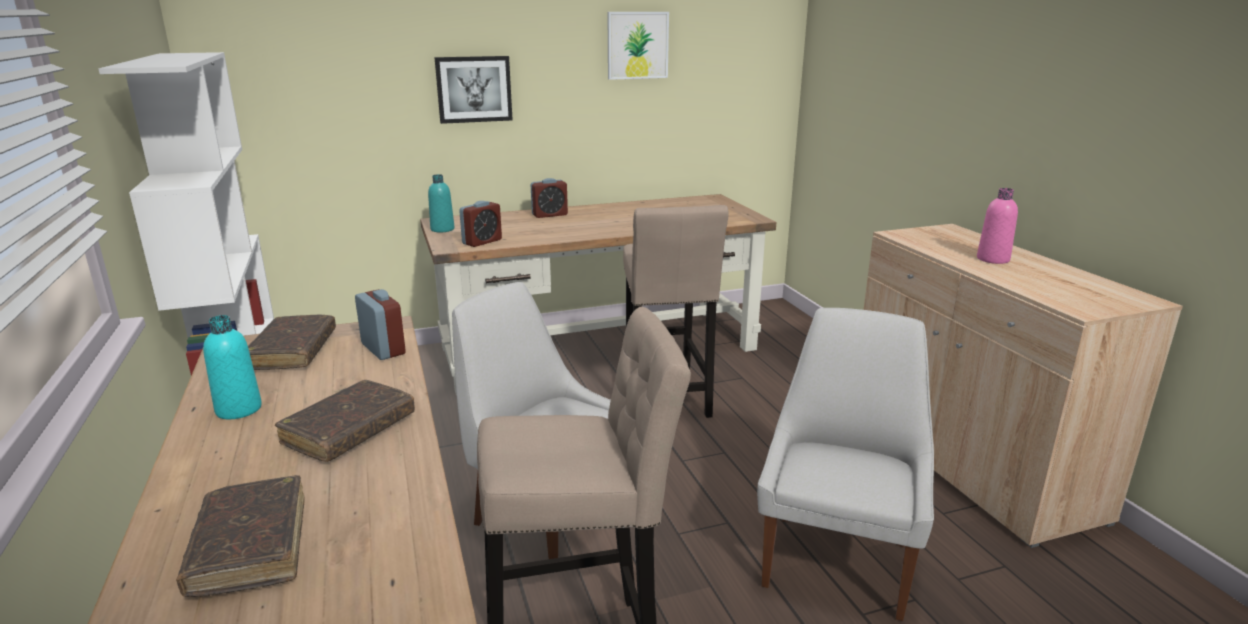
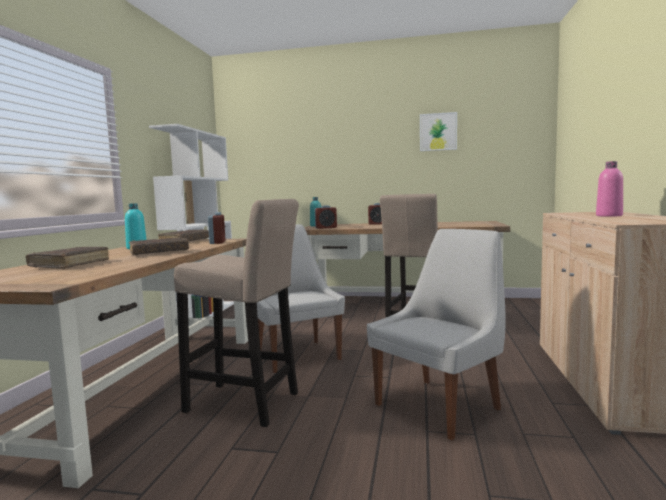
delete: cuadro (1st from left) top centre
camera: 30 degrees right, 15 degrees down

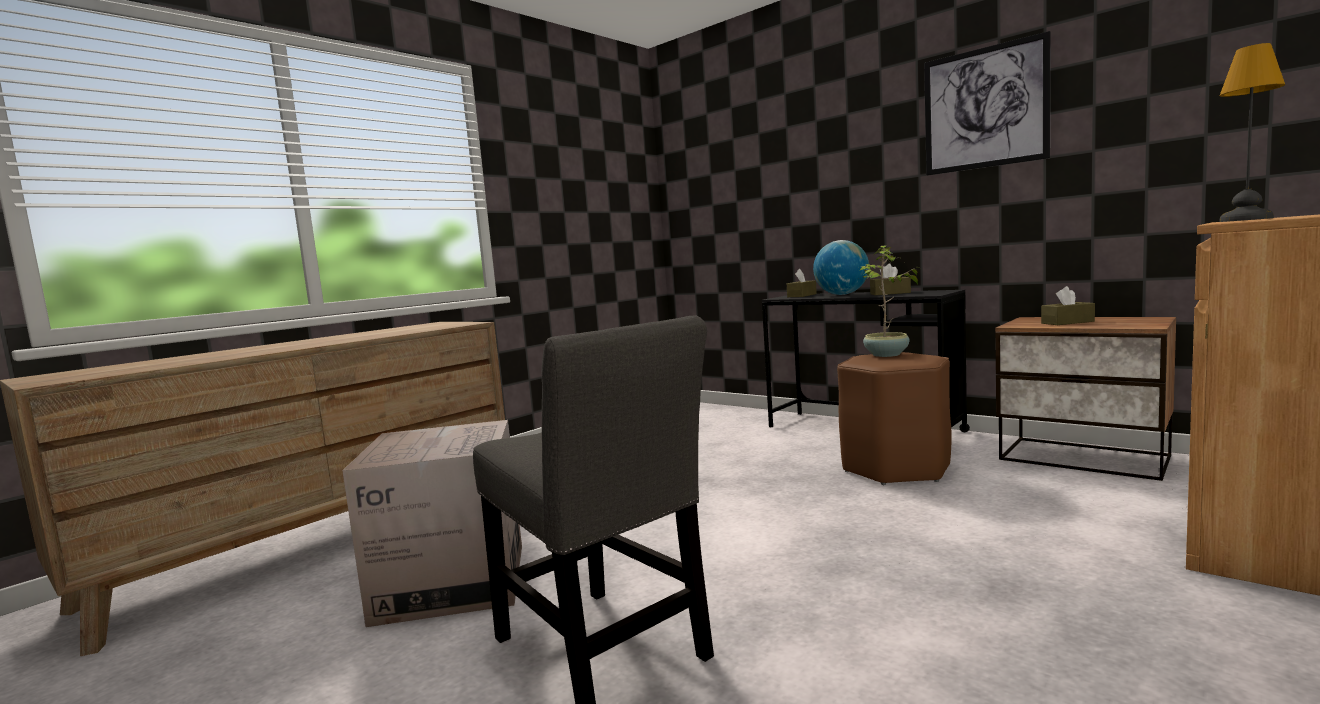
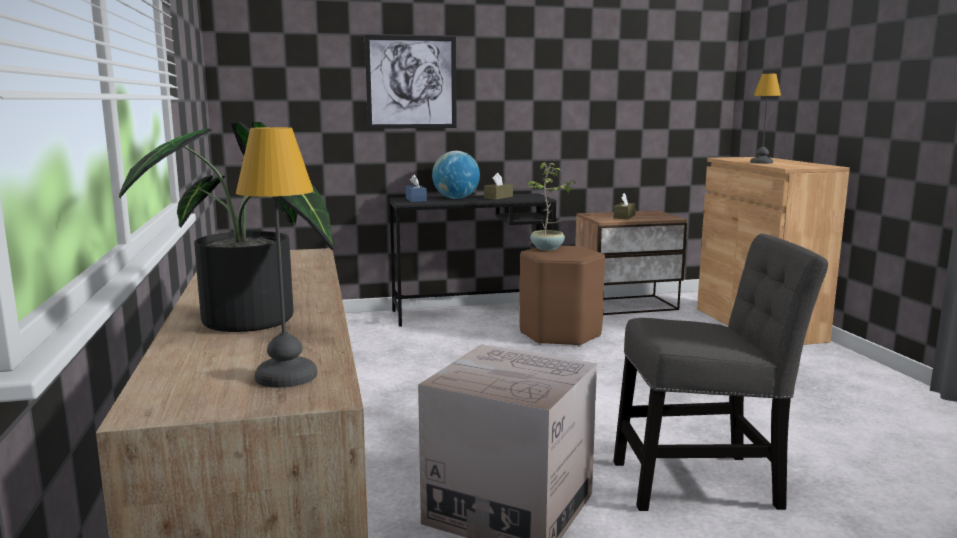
insert: planta en maceta (1st from left) middle left; lámpara de mesa (1st from left) middle left
move: cuadro top right to top centre
recolor: caja de pañuelos [marrón] (1st from left) centre to caja de pañuelos [azul] centre
camera: 55 degrees left, 5 degrees up

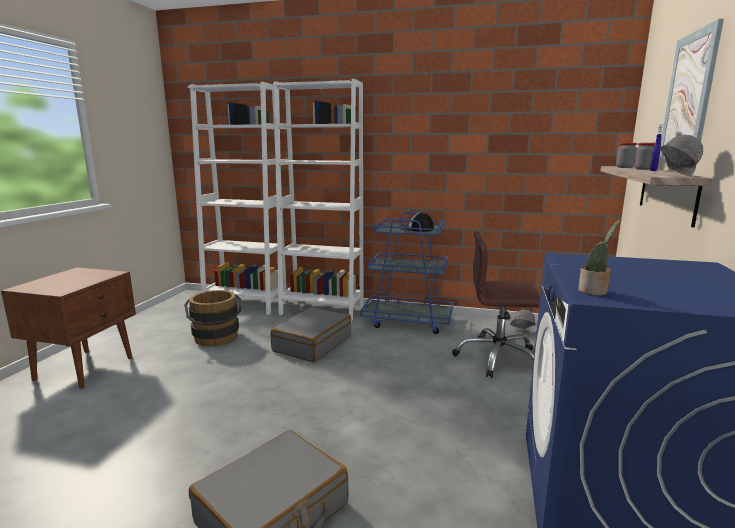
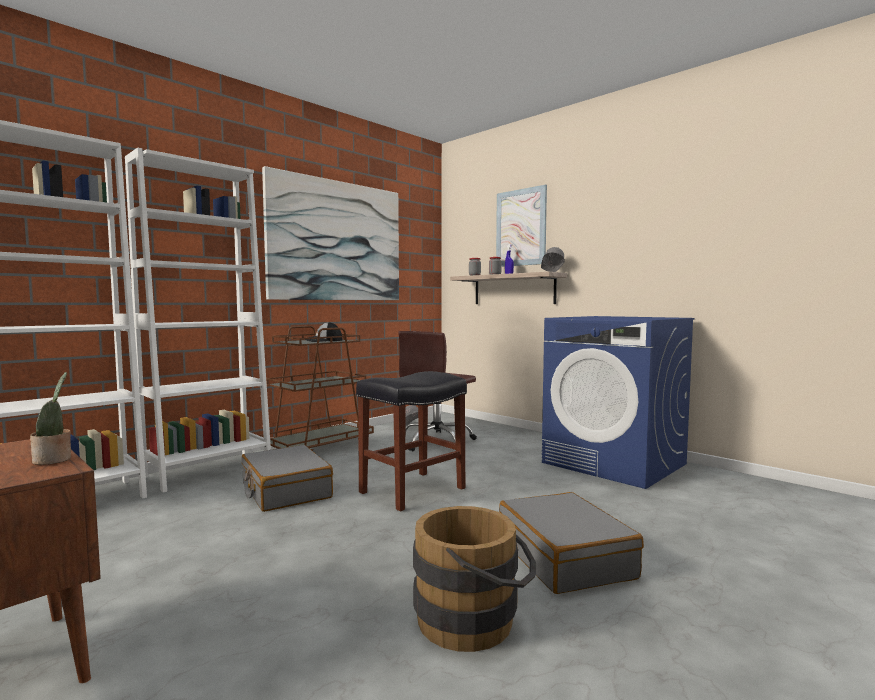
insert: cuadro (1st from left) top centre; taburete [negro] centre
move: planta en maceta middle right to middle left; cubo [marrón] middle left to bottom centre
recolor: carrito [azul] centre to carrito [marrón] centre
camera: 60 degrees left, 10 degrees down

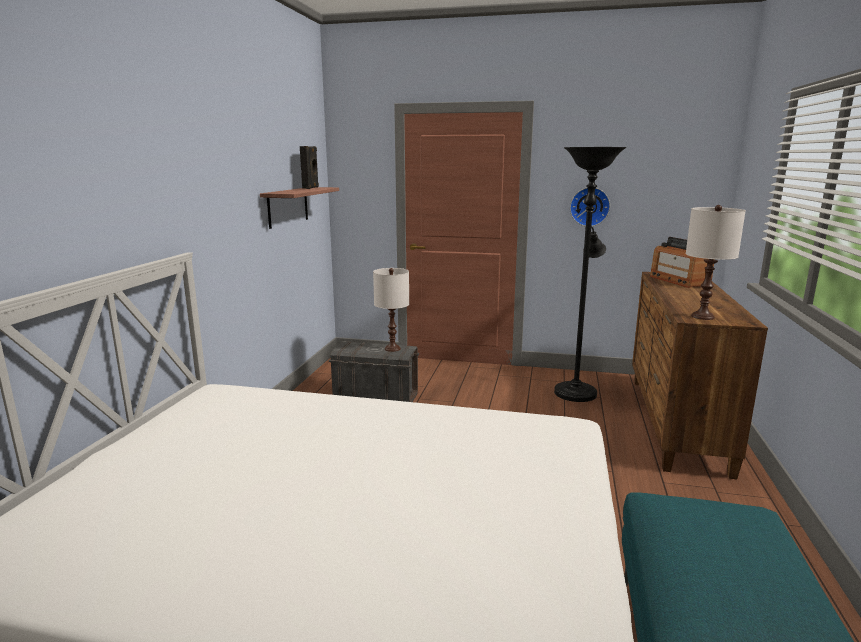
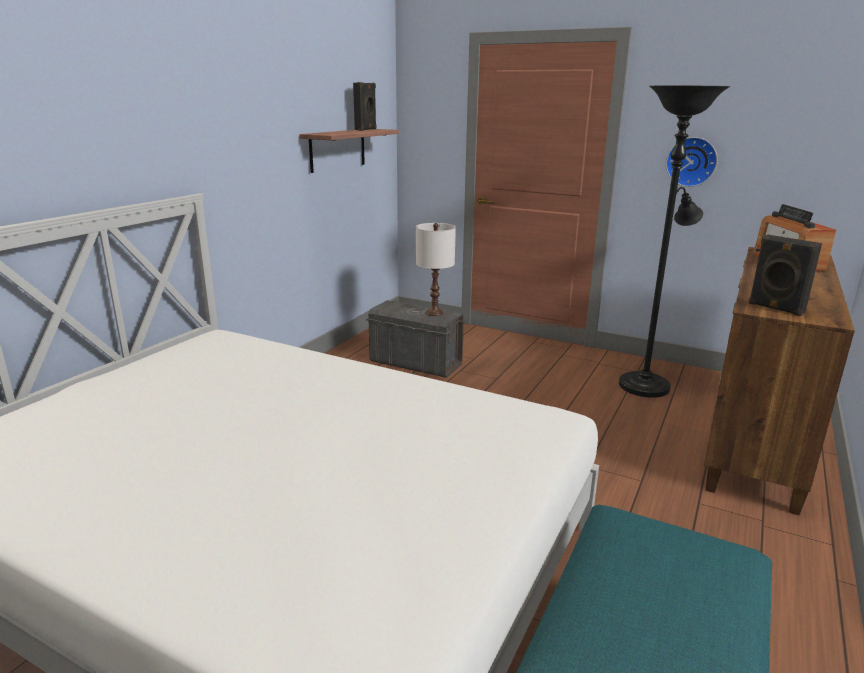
replace: lámpara de mesa [blanco] (2nd from left) middle right to altavoz [negro] (2nd from left) middle right
camera: 15 degrees right, 5 degrees up

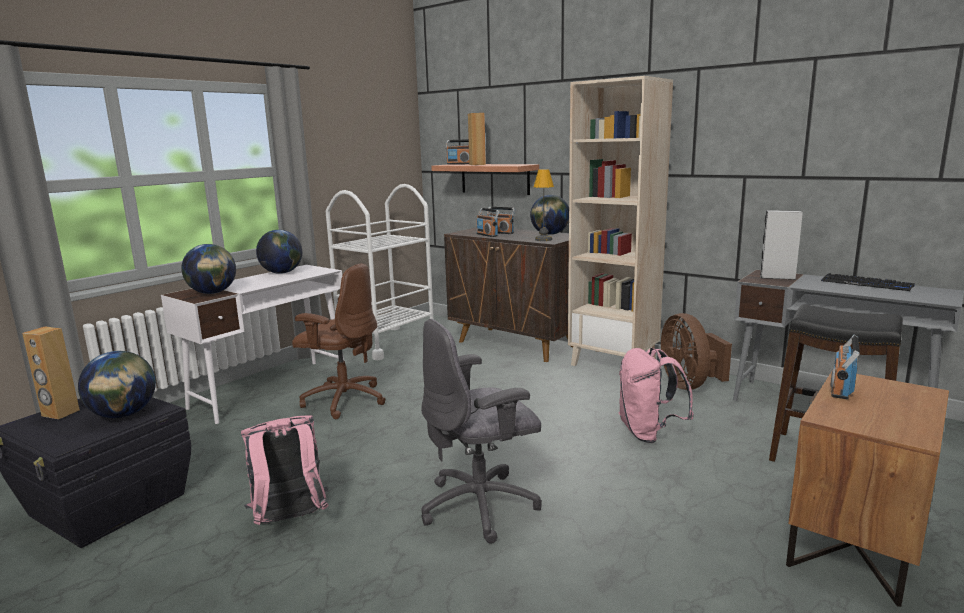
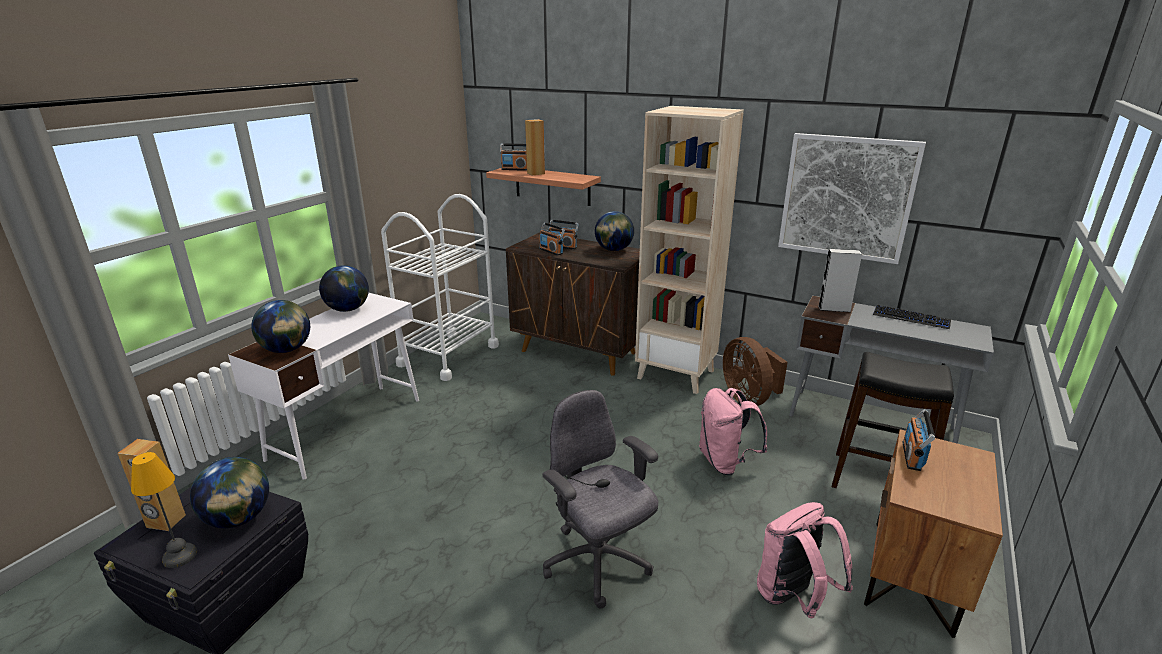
delete: silla de oficina [marrón] centre
insert: cuadro top right
move: lámpara de mesa centre to bottom left; mochila [rosa] (1st from left in the first image) bottom left to mochila [rosa] (2nd from left) bottom right
rotate: silla de oficina [gris] bottom centre = bottom centre 90 degrees clockwise
camera: 10 degrees left, 10 degrees up

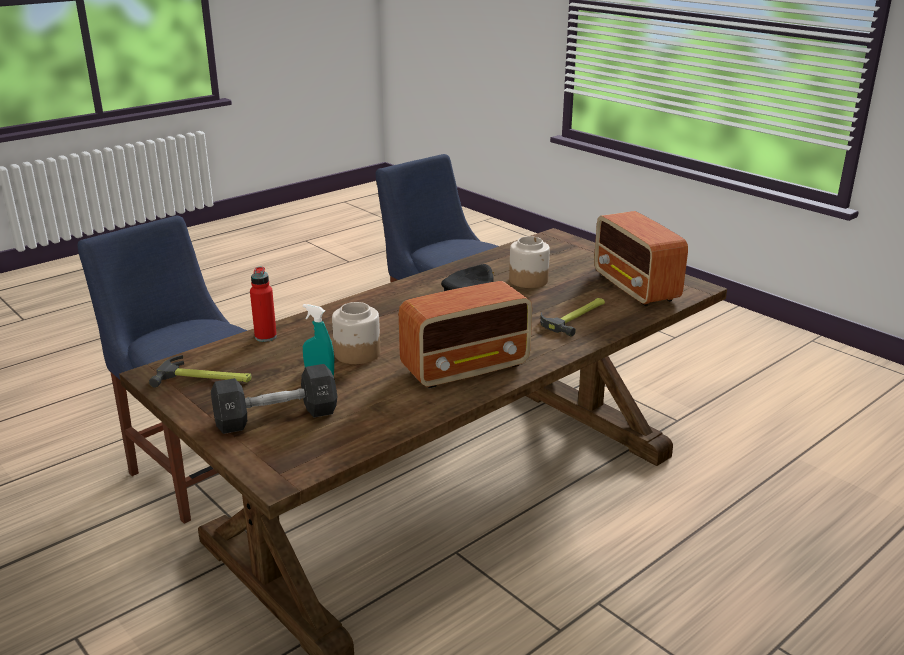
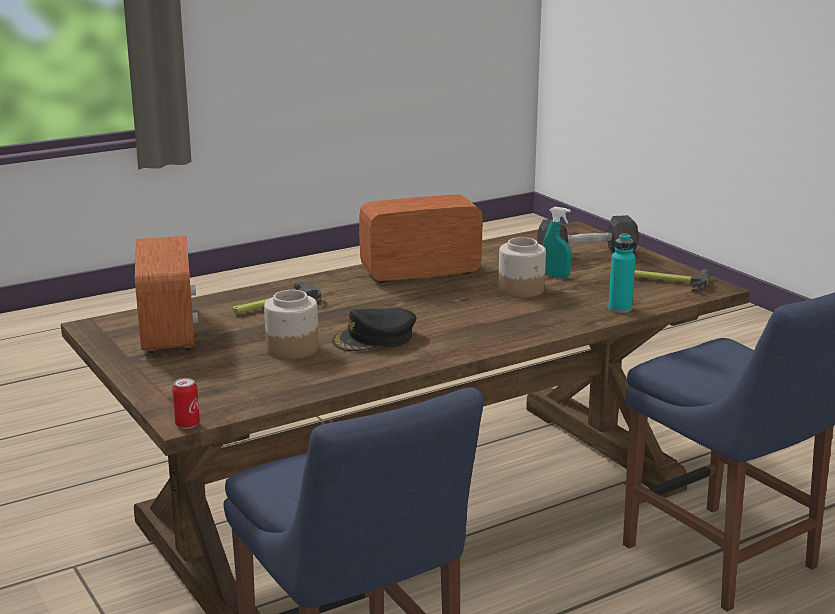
insert: lata middle left
recolor: botella [rojo] middle left to botella [turquesa] middle right
camera: 170 degrees left, 5 degrees down

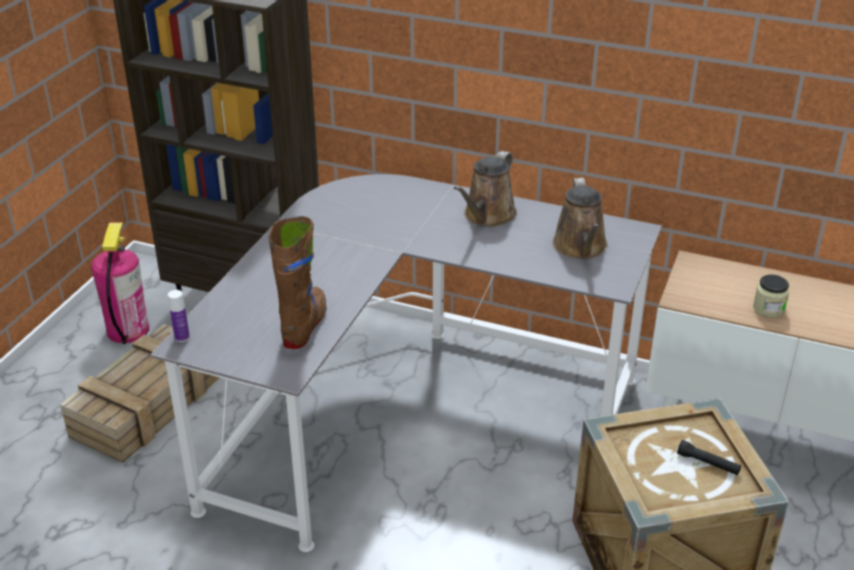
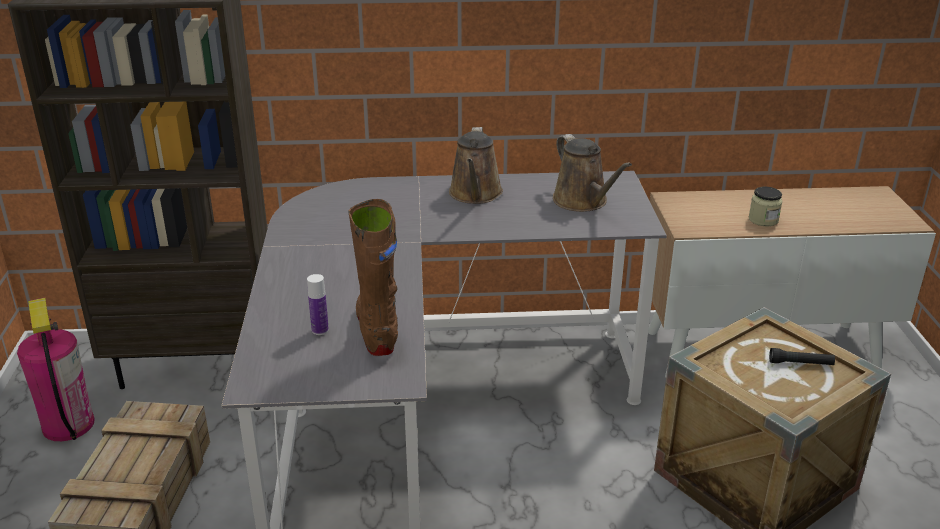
move: botella middle left to centre
camera: 25 degrees left, 5 degrees down

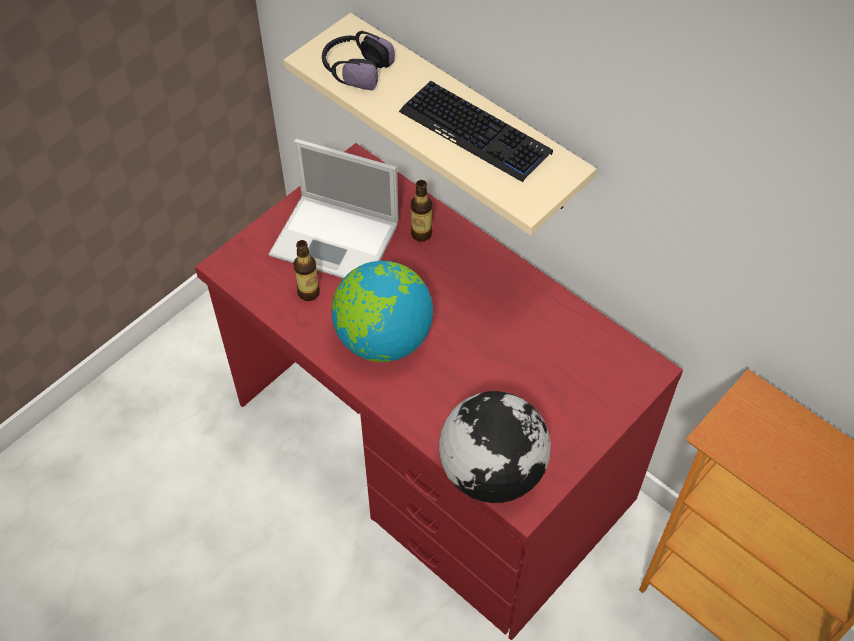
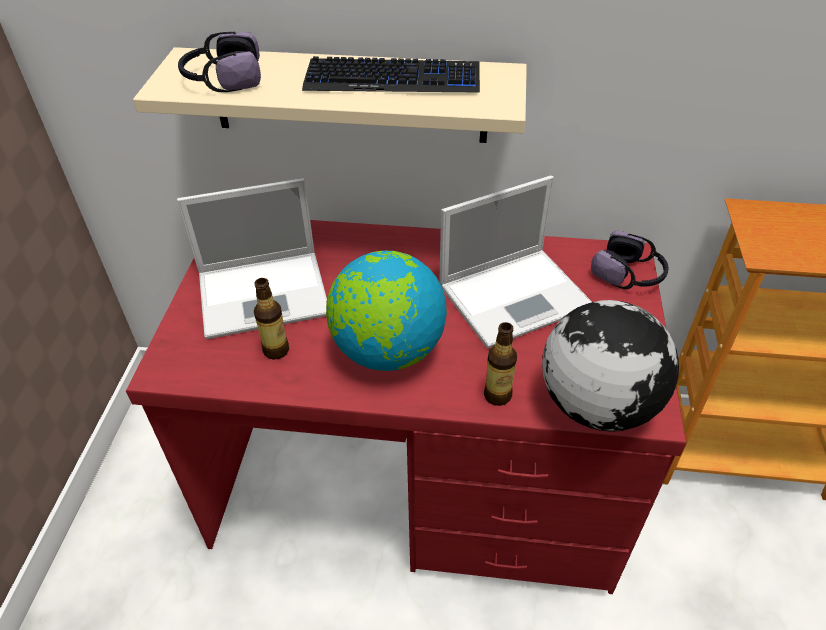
insert: portátil (2nd from left) centre; auriculares (2nd from left) middle right
move: botella (2nd from left) top centre to centre
camera: 35 degrees left, 10 degrees down

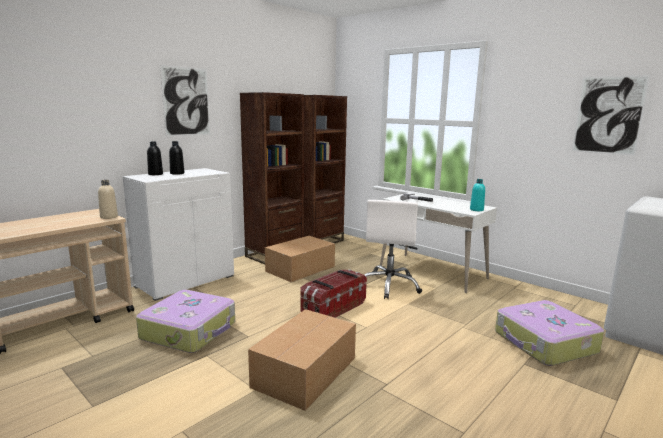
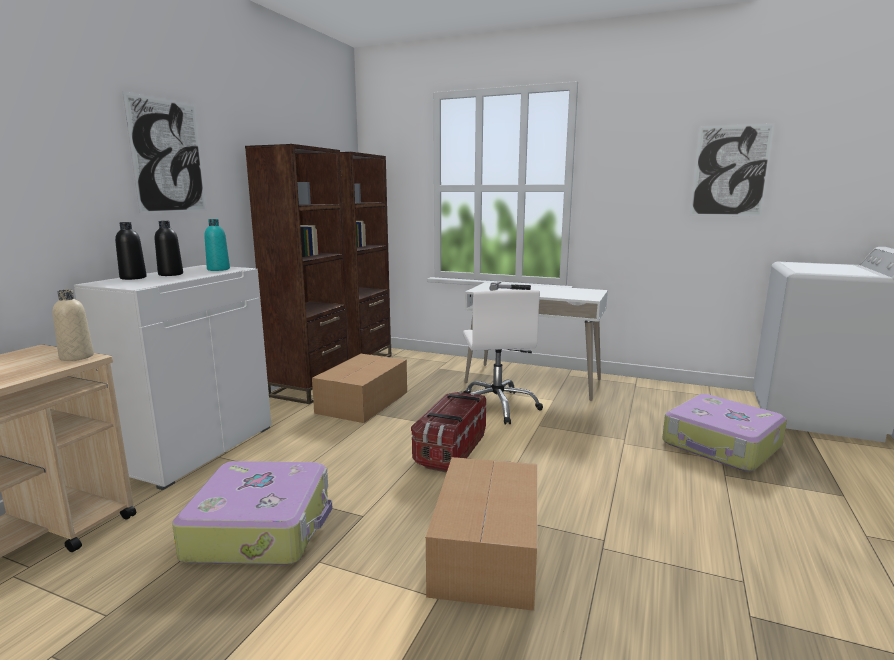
move: botella [turquesa] middle right to middle left
camera: 20 degrees left, 0 degrees up

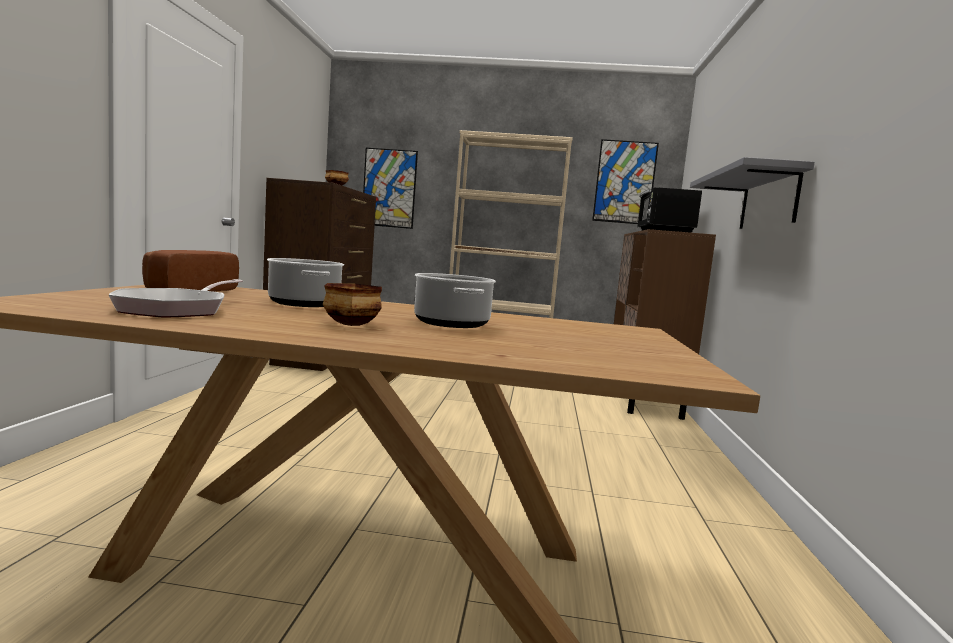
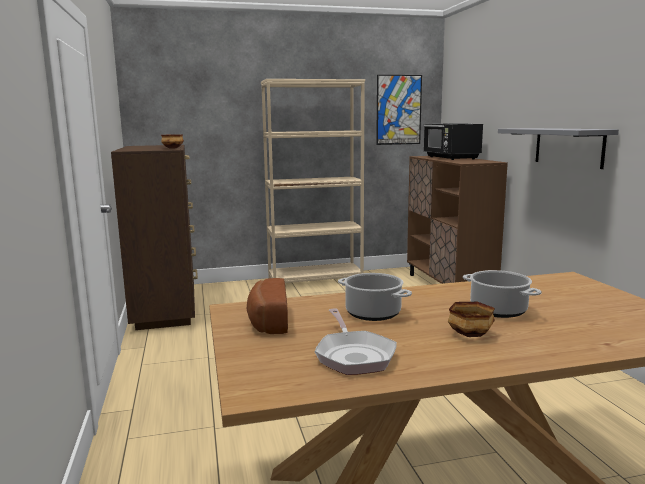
delete: cuadro (1st from left) top centre
camera: 20 degrees left, 5 degrees up

